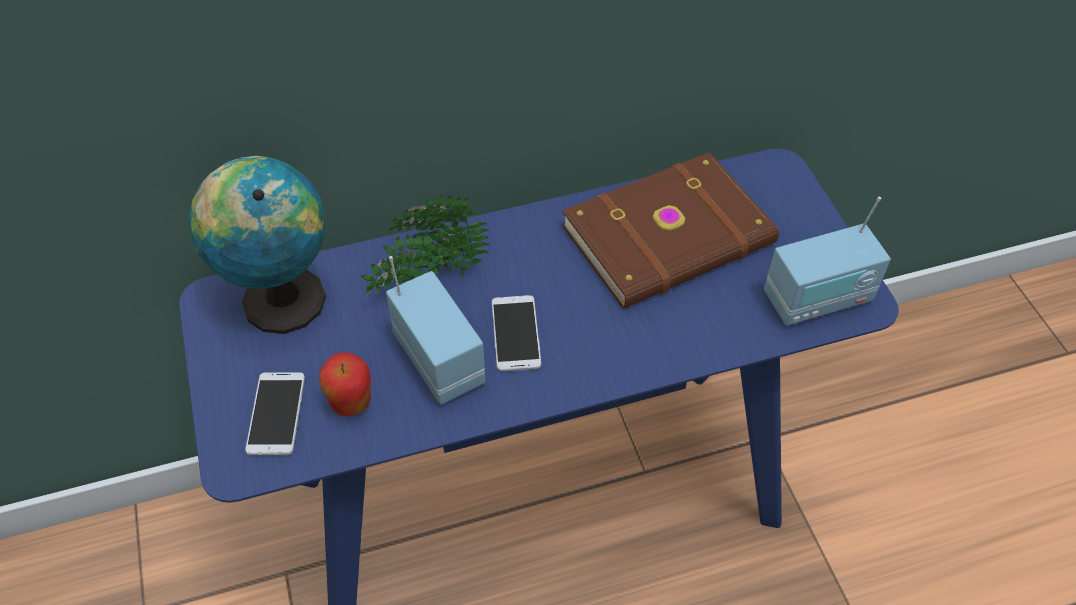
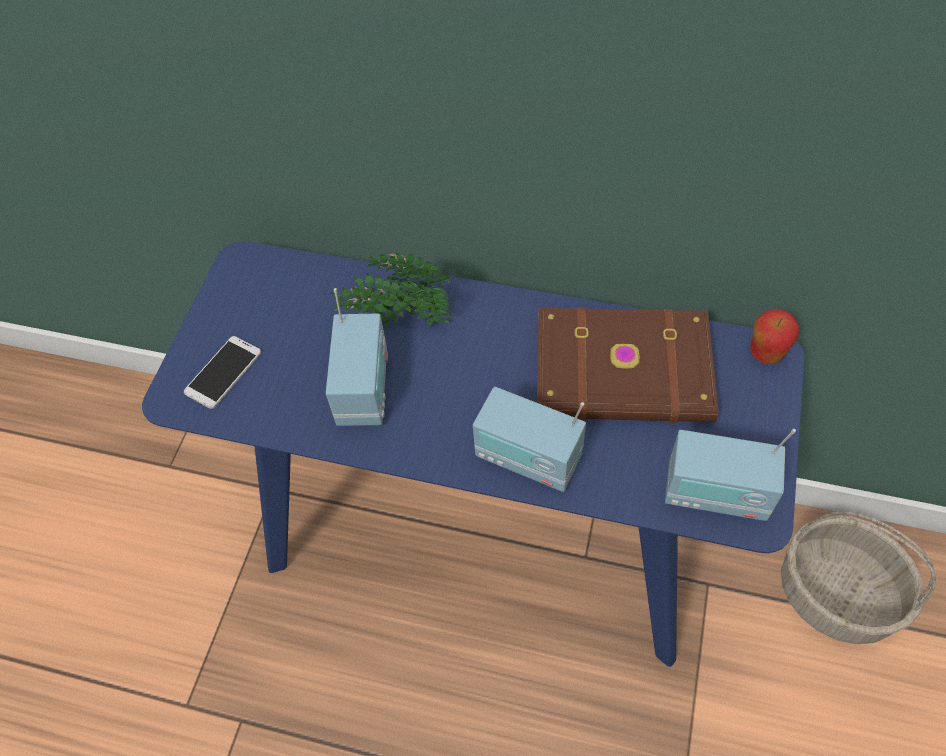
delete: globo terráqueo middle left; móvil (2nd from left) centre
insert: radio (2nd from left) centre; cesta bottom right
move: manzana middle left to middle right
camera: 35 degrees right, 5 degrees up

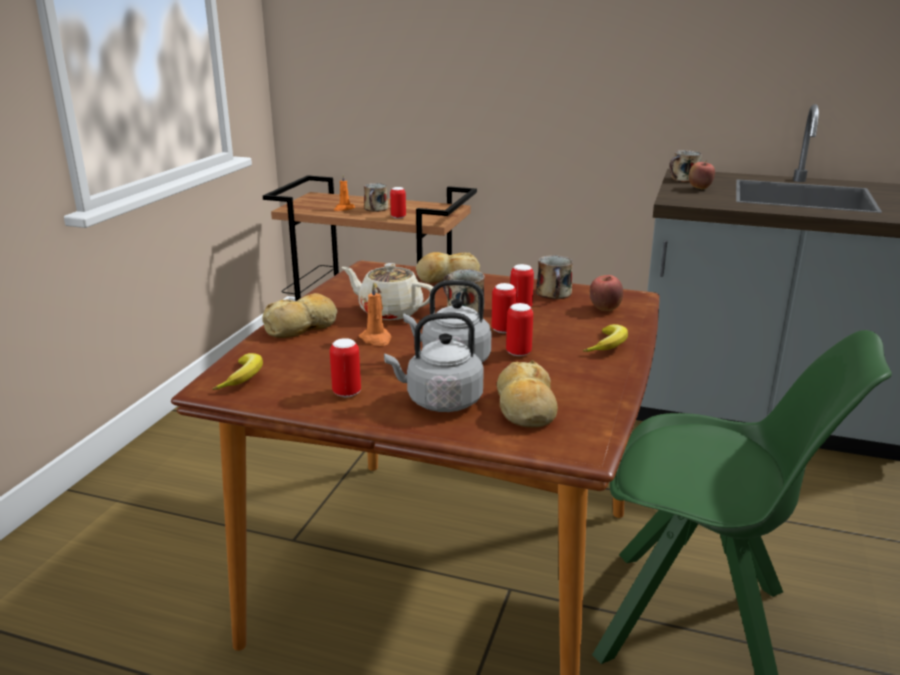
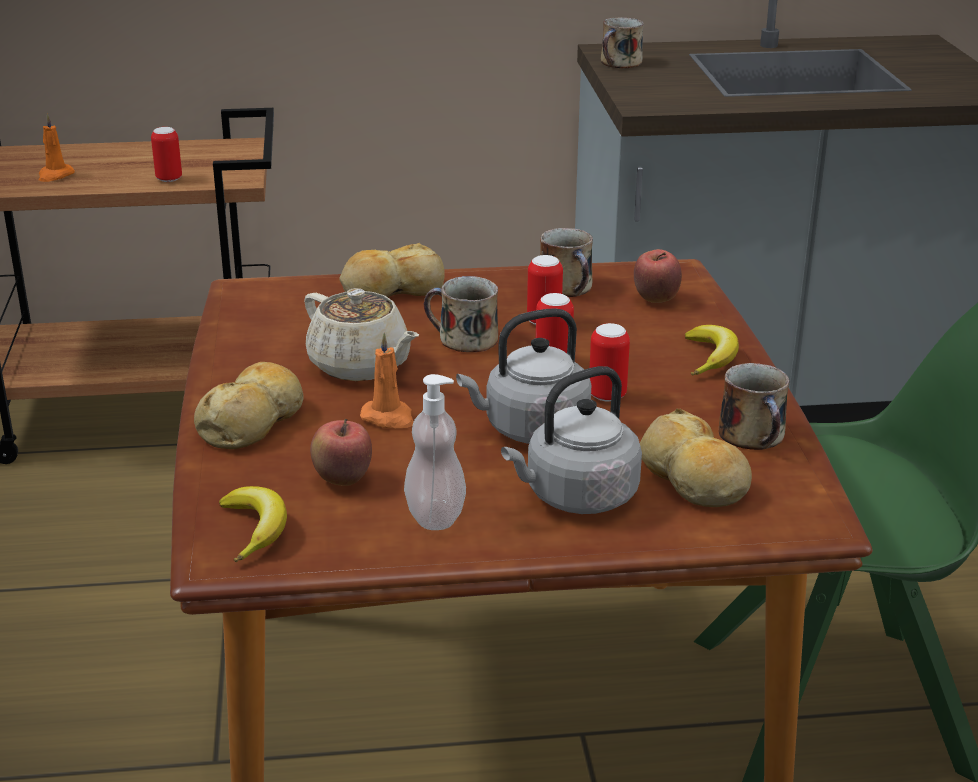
move: manzana (2nd from left in the first image) top right to manzana (1st from left) centre; taza grande (1st from left in the first image) top centre to taza grande (4th from left) middle right
replace: lata (1st from left) centre to dispensador de jabón centre
rotate: tetera [beis] centre = centre 135 degrees counterclockwise
camera: 25 degrees left, 5 degrees up

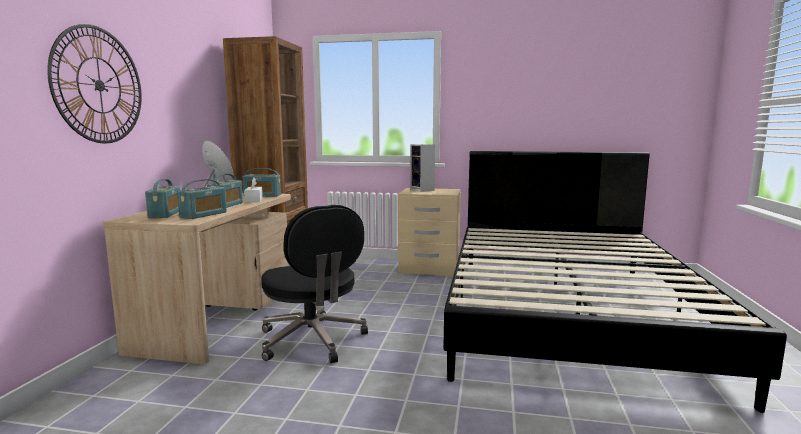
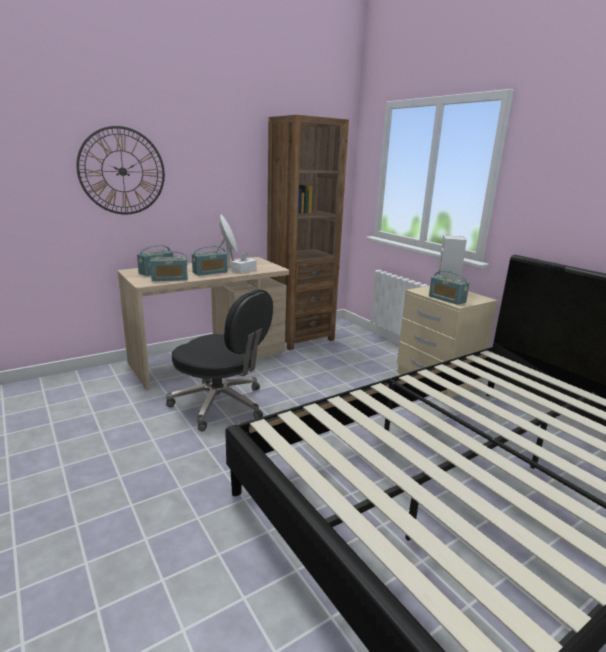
move: radio (4th from left) middle left to middle right
rotate: silla de oficina [negro] centre = centre 75 degrees counterclockwise
camera: 45 degrees right, 10 degrees up

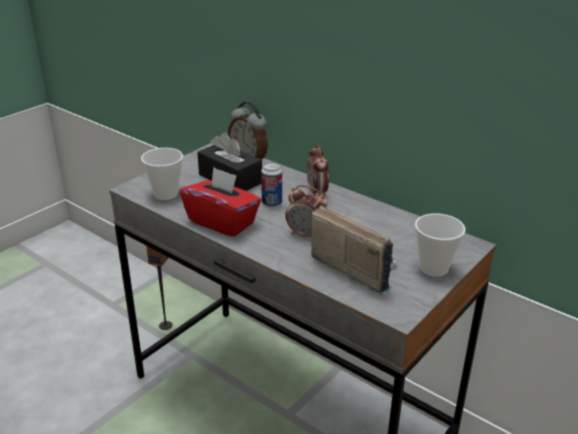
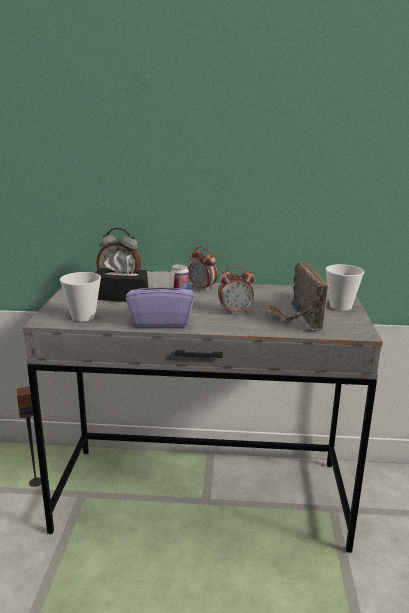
recolor: caja de pañuelos [rojo] centre to caja de pañuelos [morado] centre
rotate: radio centre = middle right 105 degrees counterclockwise
camera: 35 degrees left, 10 degrees down

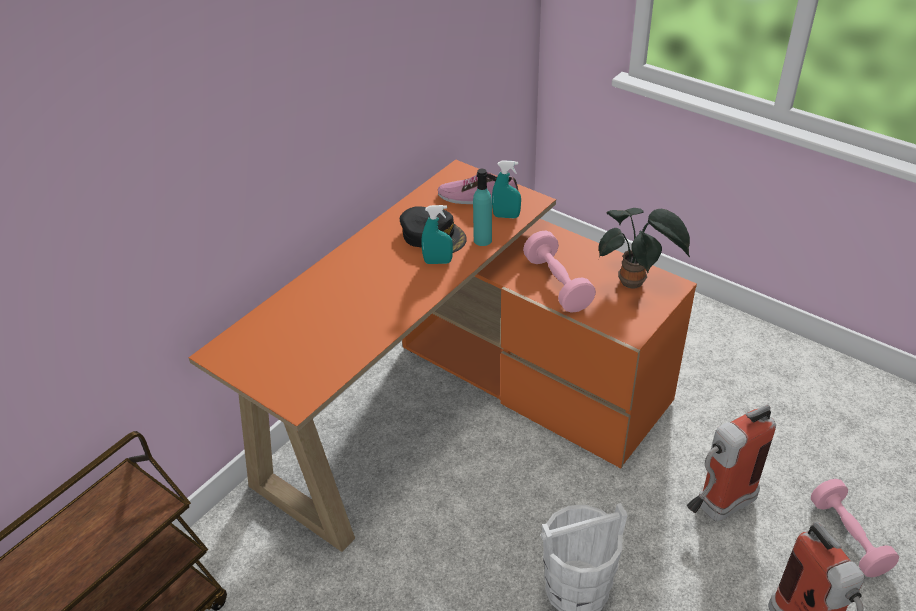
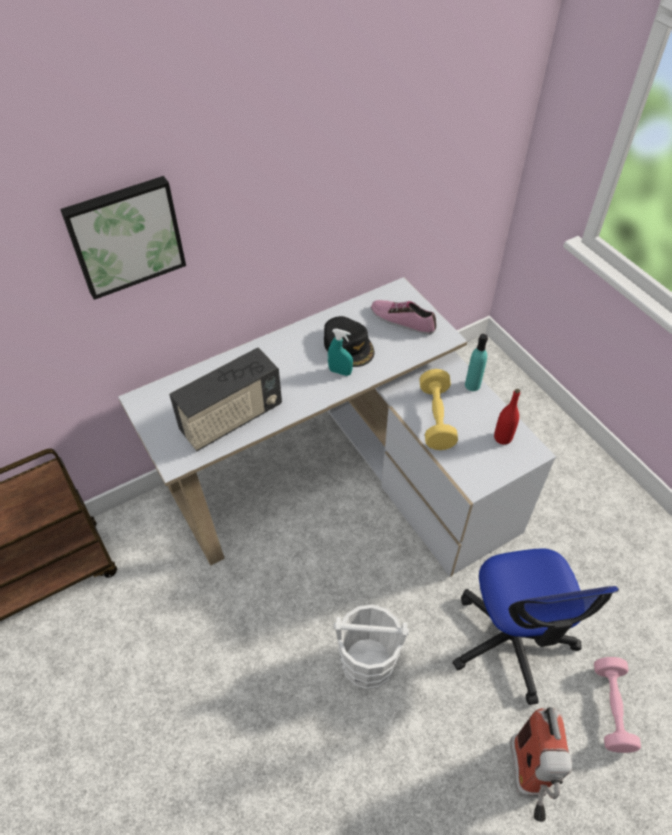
delete: pulverizador [turquesa] (2nd from left) top centre
insert: cuadro top left; radio centre
move: botella [turquesa] centre to middle right
replace: extintor (1st from left) bottom right to silla de oficina bottom right; planta en maceta middle right to botella [rojo] middle right
recolor: escritorio [naranja] centre to escritorio [blanco] centre; mancuerna [rosa] (1st from left) centre to mancuerna [amarillo] centre
camera: 20 degrees right, 10 degrees up

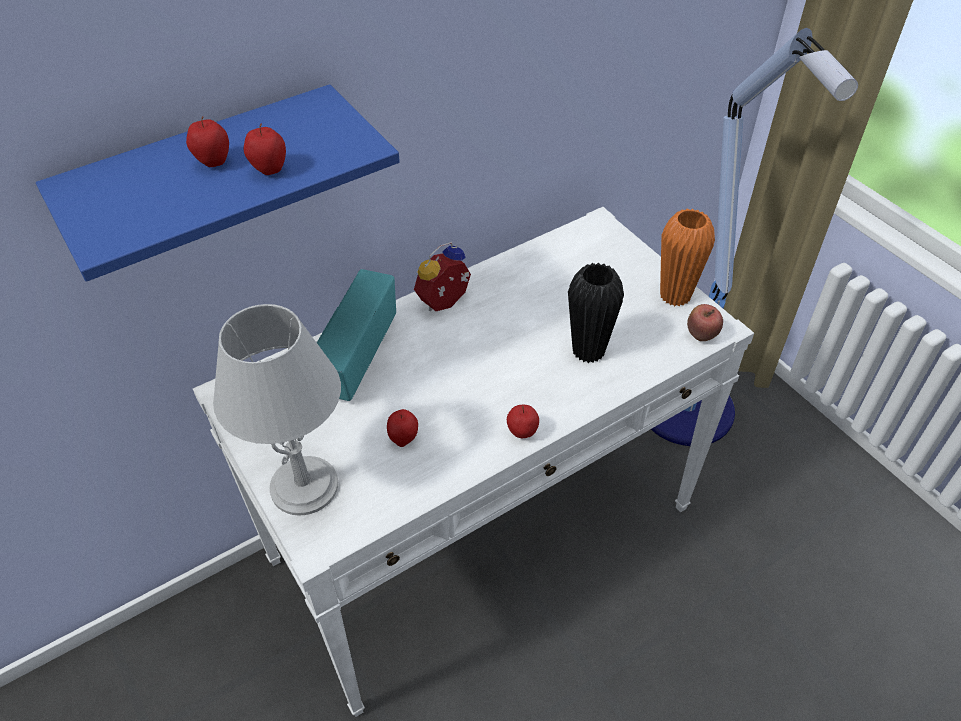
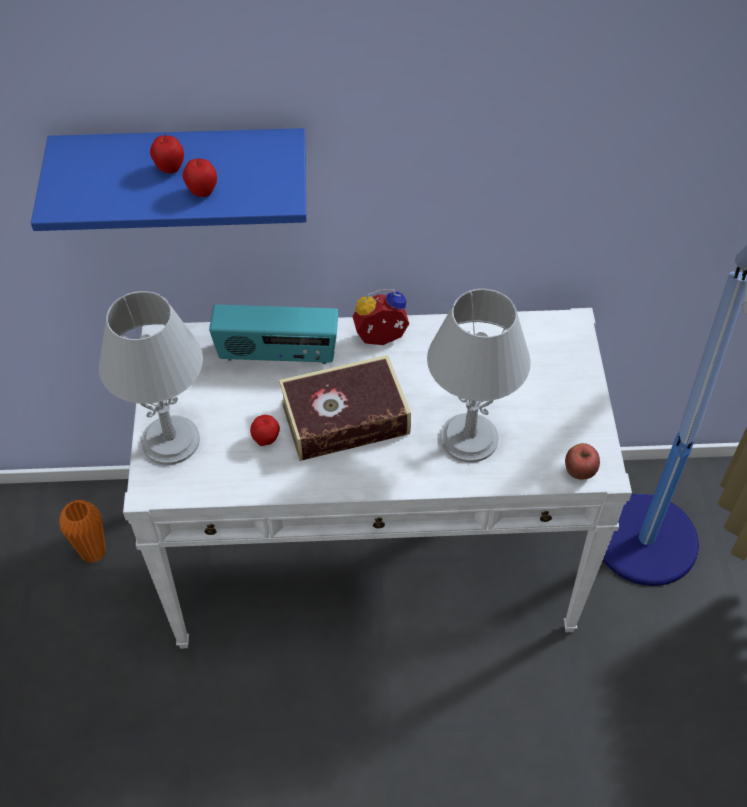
delete: manzana (4th from left) centre
insert: libro centre
move: florero [naranja] middle right to middle left
replace: florero [negro] centre to lámpara de mesa [gris] (2nd from left) centre
rotate: radio centre = centre 135 degrees counterclockwise
camera: 30 degrees right, 5 degrees up

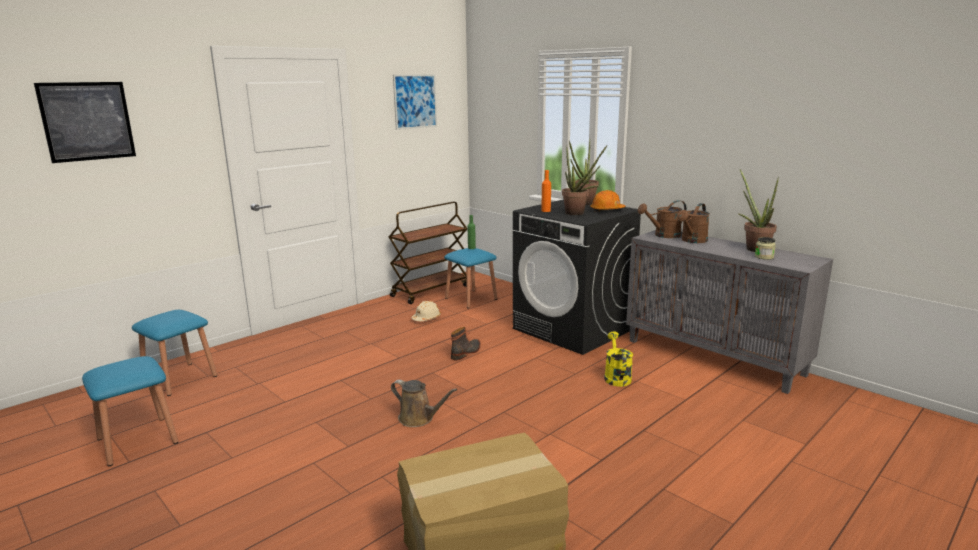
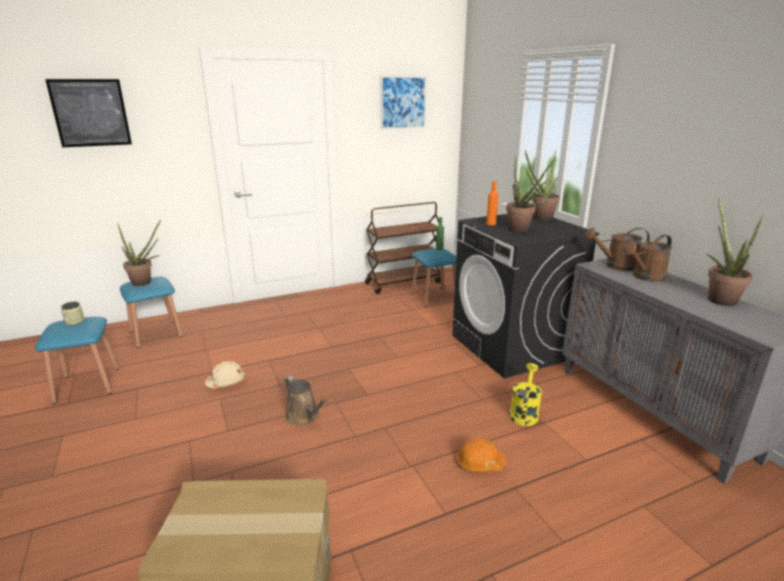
delete: bota centre
insert: planta en maceta (1st from left) middle left
move: tarro middle right to middle left; casco [beis] centre to middle left; casco [naranja] centre to bottom centre
camera: 20 degrees right, 5 degrees up

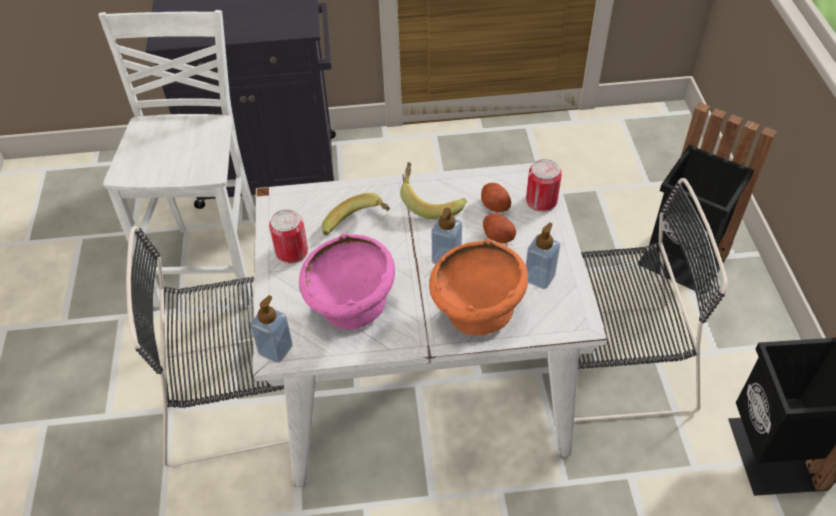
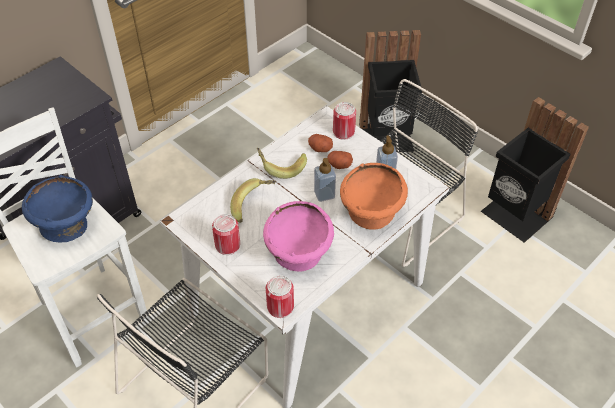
insert: cuenco [azul] middle left
replace: dispensador de jabón (1st from left) middle left to lata (2nd from left) bottom centre
camera: 40 degrees left, 0 degrees up

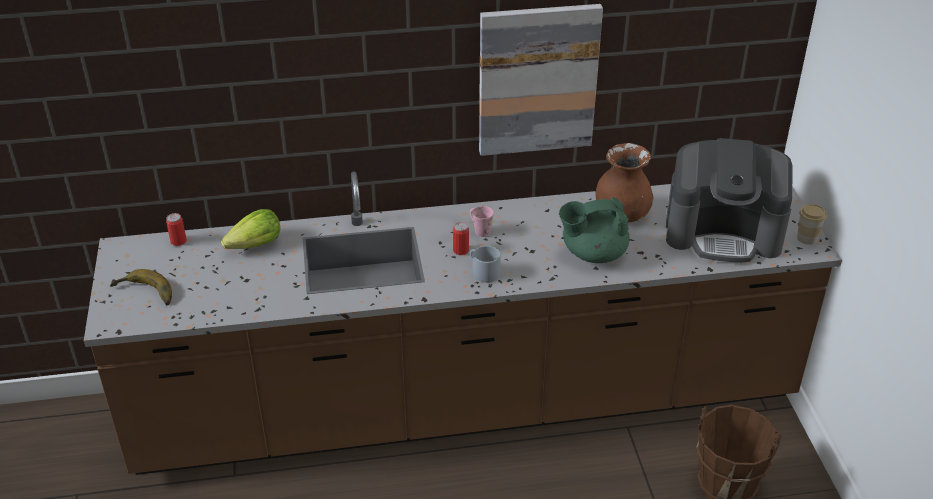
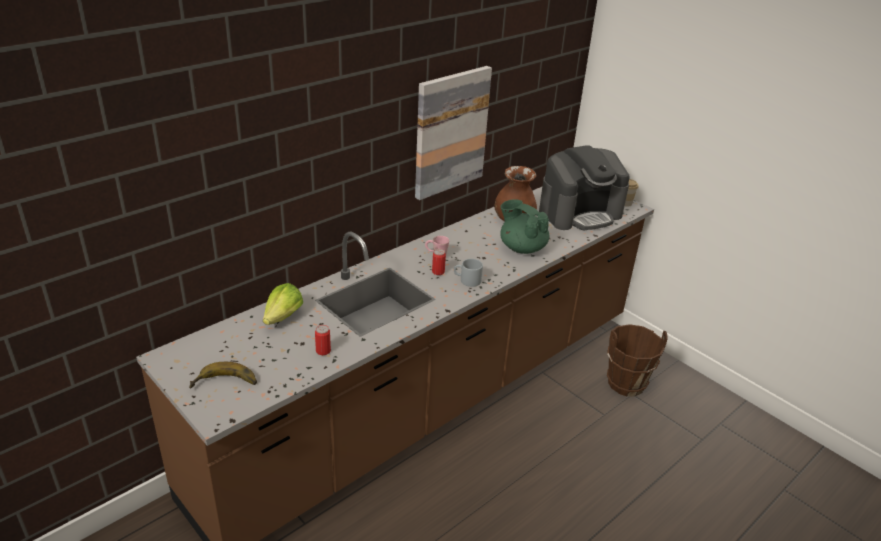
move: lata (1st from left) middle left to centre
rotate: tetera [verde] centre = centre 90 degrees clockwise
camera: 35 degrees left, 5 degrees down

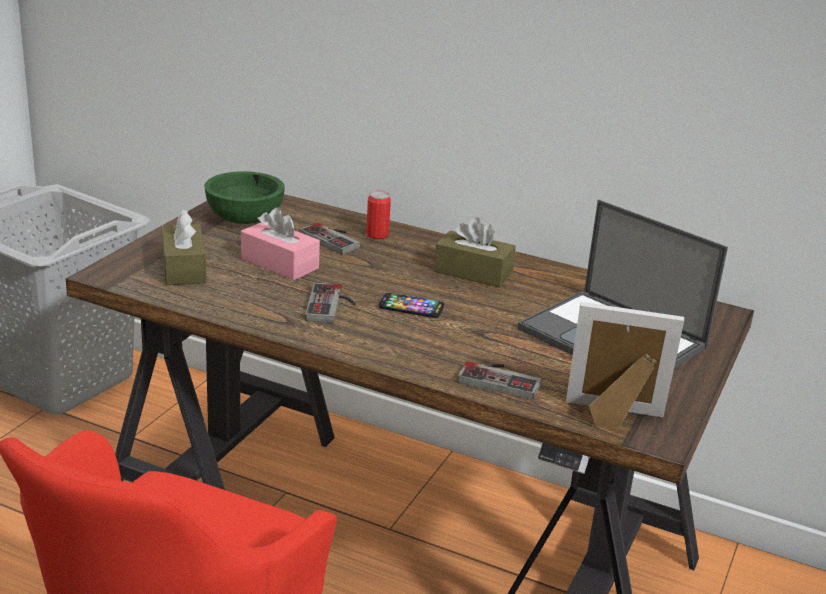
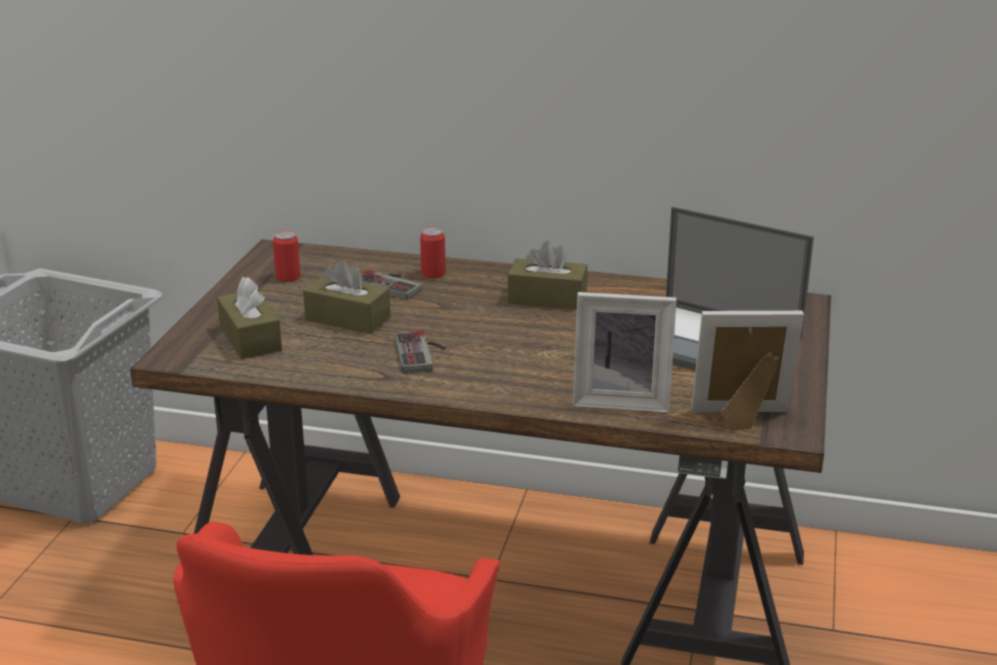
delete: móvil centre
replace: cuenco [verde] top left to lata (1st from left) middle left; mando de consola (3rd from left) centre to portarretratos (1st from left) centre
recolor: caja de pañuelos [rosa] centre to caja de pañuelos [marrón] (2nd from left) centre
camera: 10 degrees left, 0 degrees up

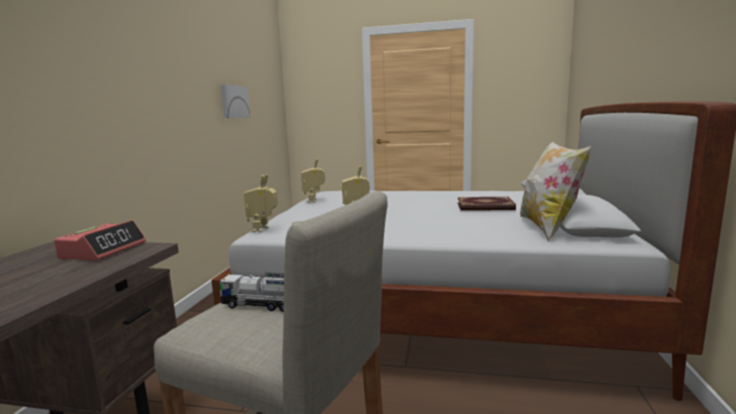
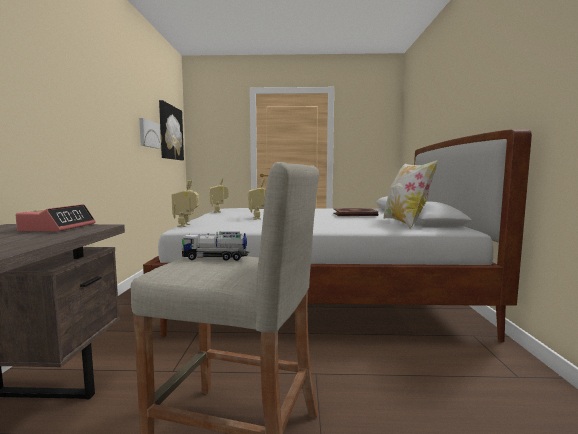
insert: cuadro (2nd from left) top left
camera: 10 degrees left, 5 degrees down

